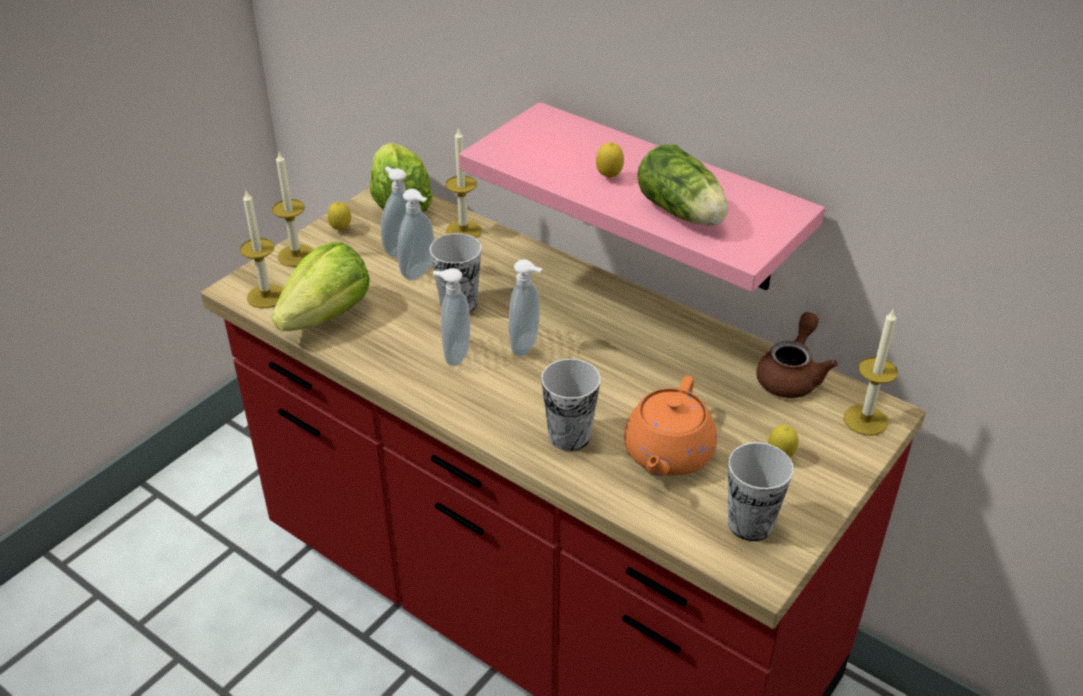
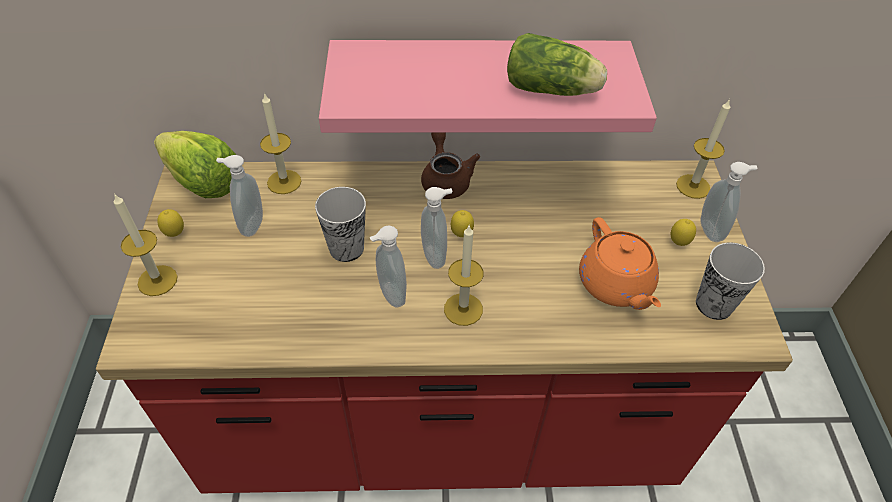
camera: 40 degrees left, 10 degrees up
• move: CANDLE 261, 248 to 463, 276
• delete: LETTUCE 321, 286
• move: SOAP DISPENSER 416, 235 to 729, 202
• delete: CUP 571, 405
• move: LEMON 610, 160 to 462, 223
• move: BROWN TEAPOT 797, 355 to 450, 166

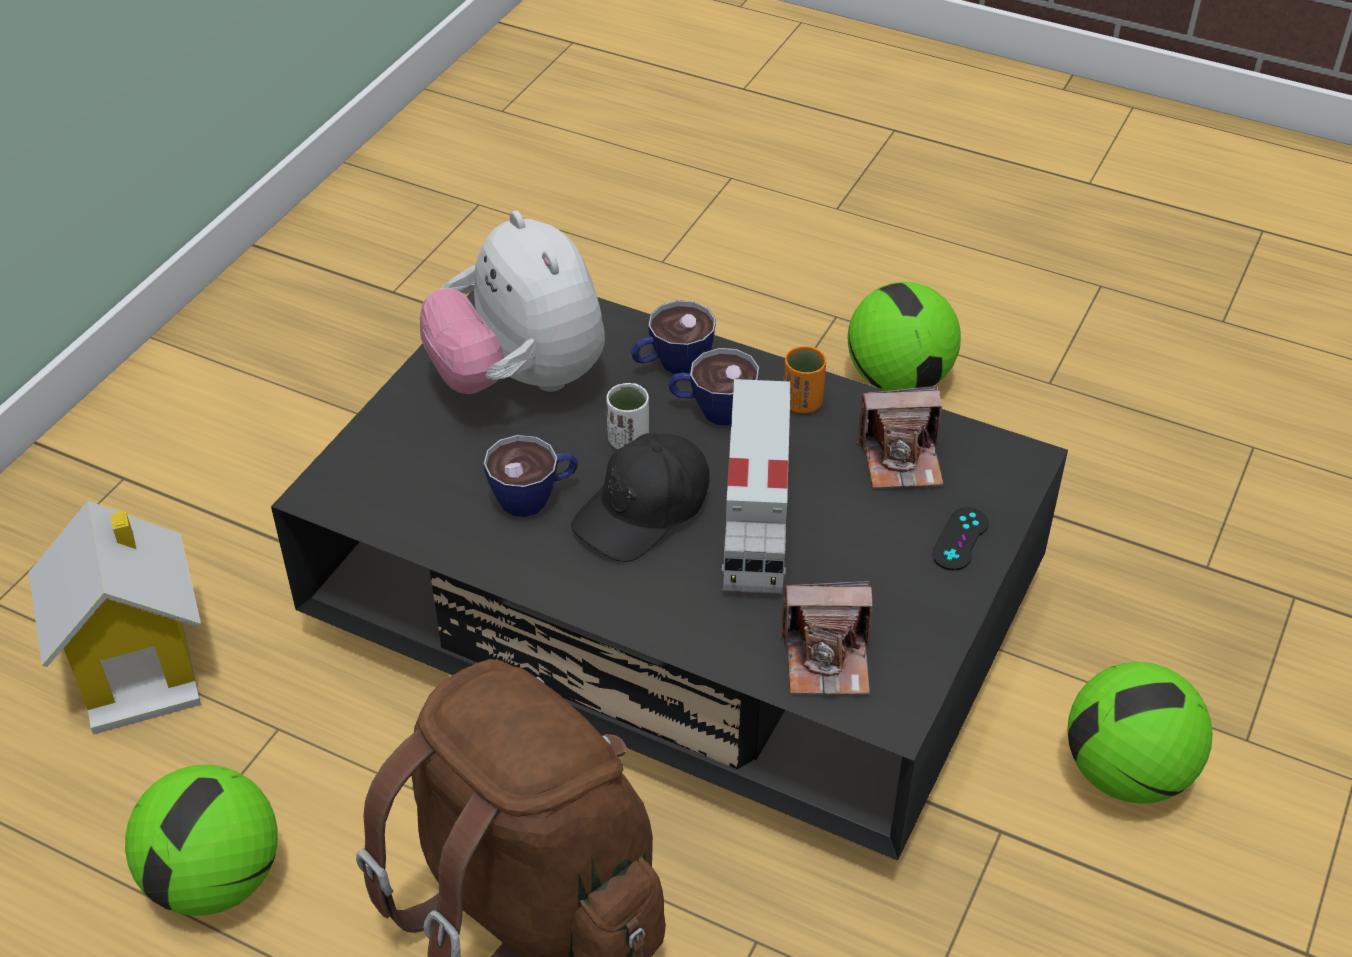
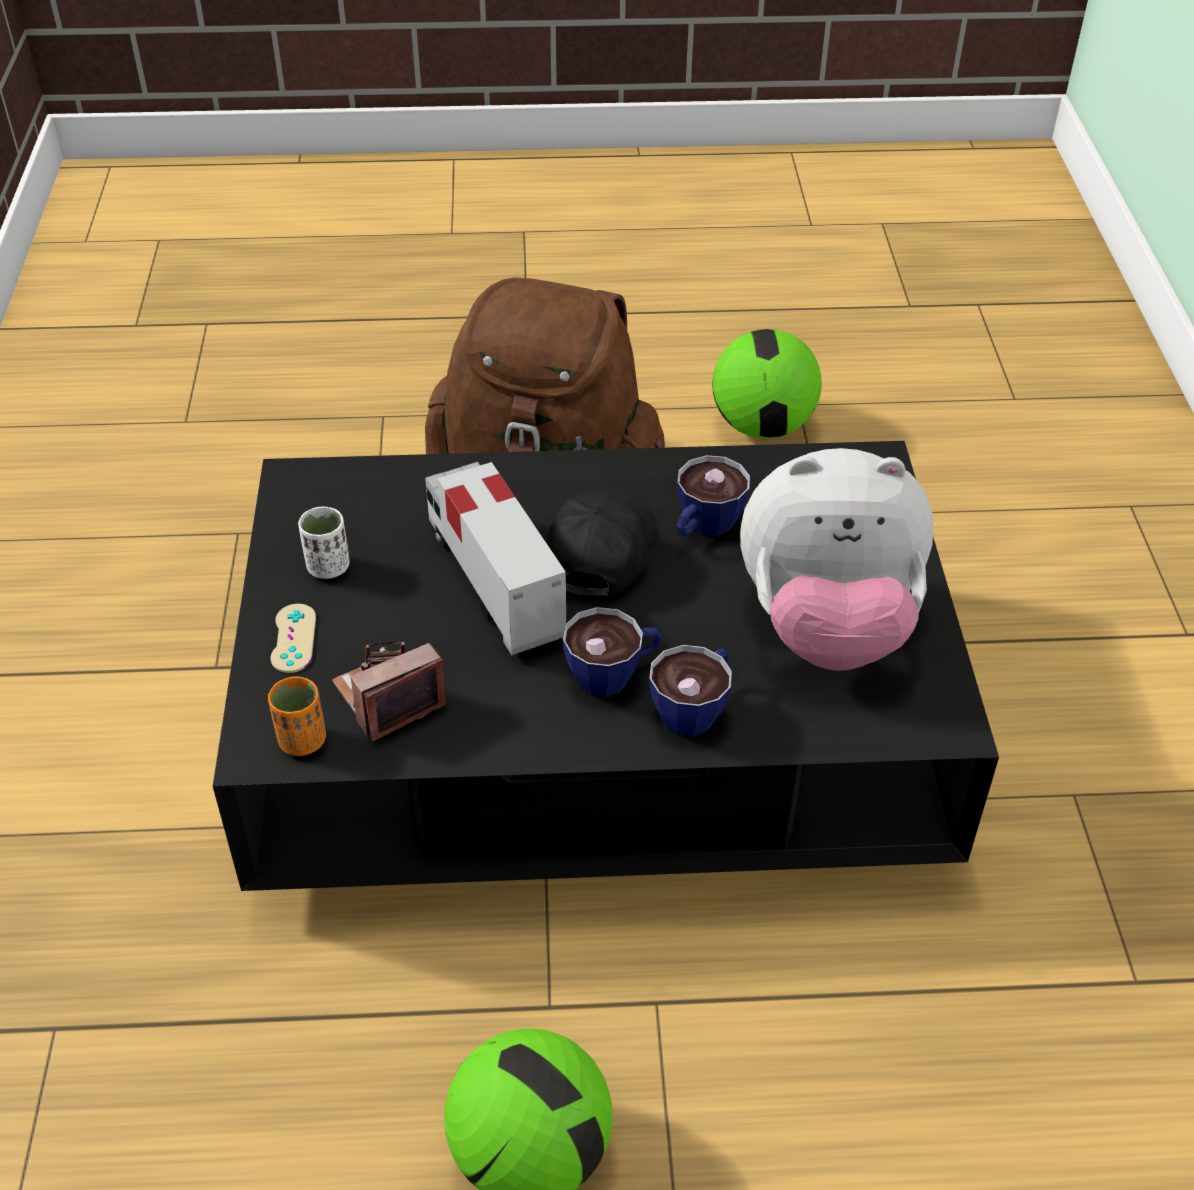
camera: 150 degrees right, 0 degrees up
• delete: TOY HOUSE 115, 618
• rotate: PLUSH TOY 512, 302 = 837, 559 150 degrees clockwise
• move: WHITE CUP 627, 416 to 324, 542
• delete: PHOTO CAMERA 825, 638
• move: ORANGE CUP 804, 379 to 297, 716
• recolor: BLACK GAME CONTROLLER 960, 539 to BEIGE GAME CONTROLLER 293, 638
• delete: FOOTBALL 1140, 733

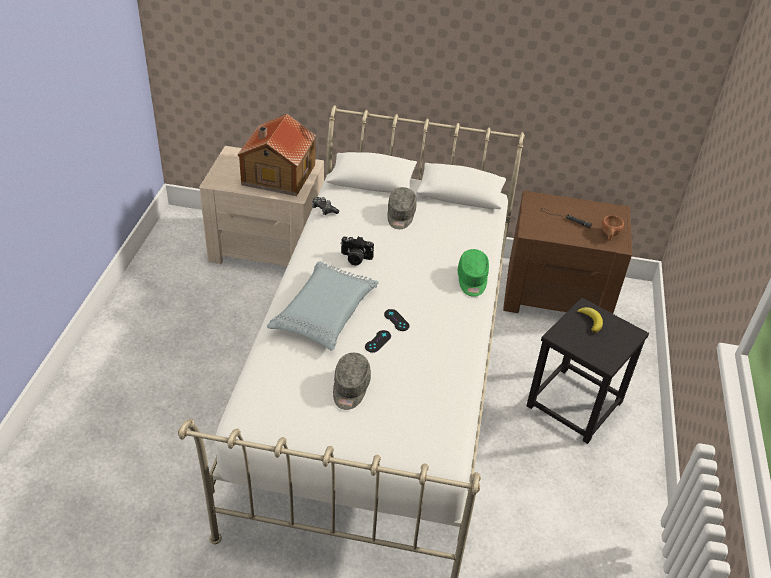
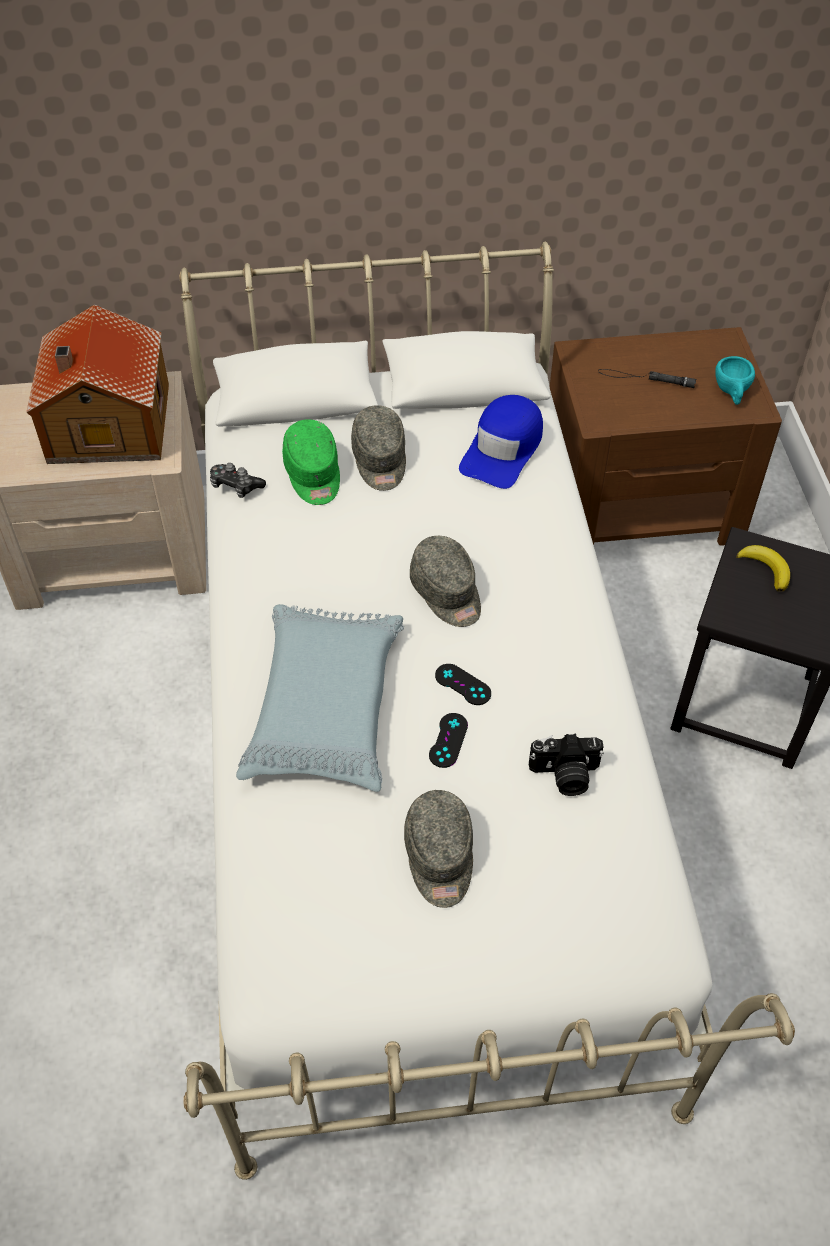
camera: 15 degrees left, 10 degrees up
• move: PHOTO CAMERA 357, 251 to 566, 765
• move: GREEN CAP 473, 273 to 311, 462
• recolor: BROWN CUP 613, 228 to TURQUOISE CUP 735, 380
• insert: GREY CAP 445, 581
• insert: BLUE CAP 501, 442

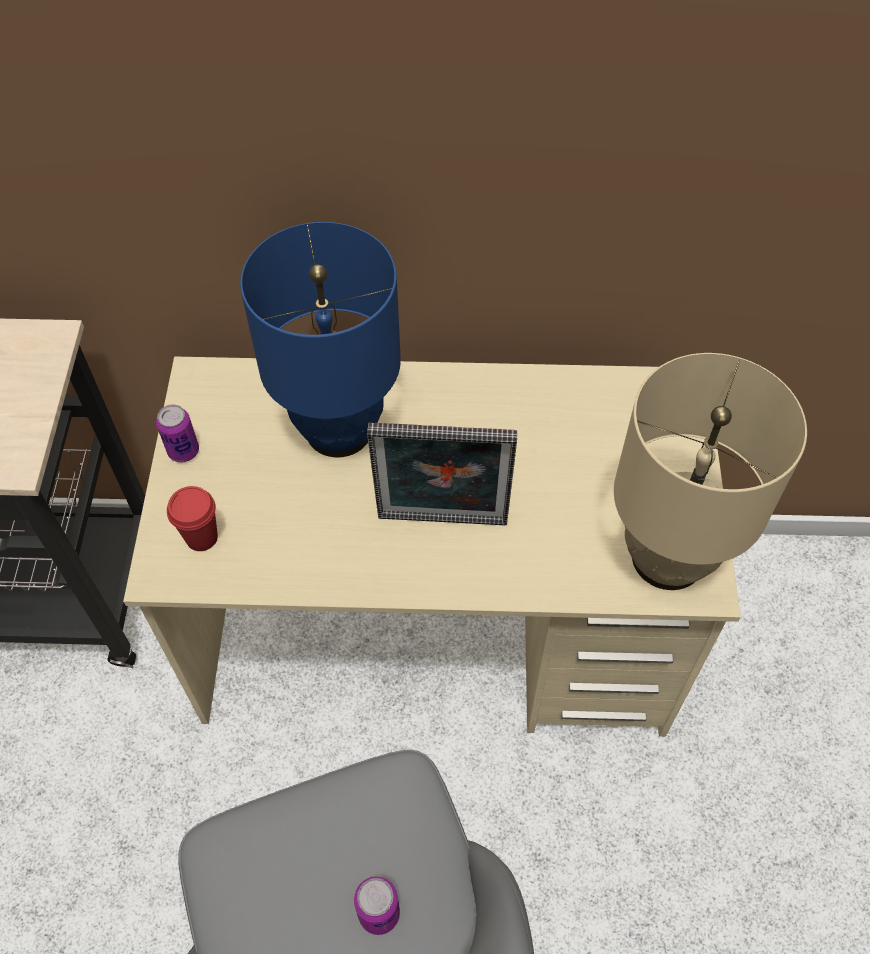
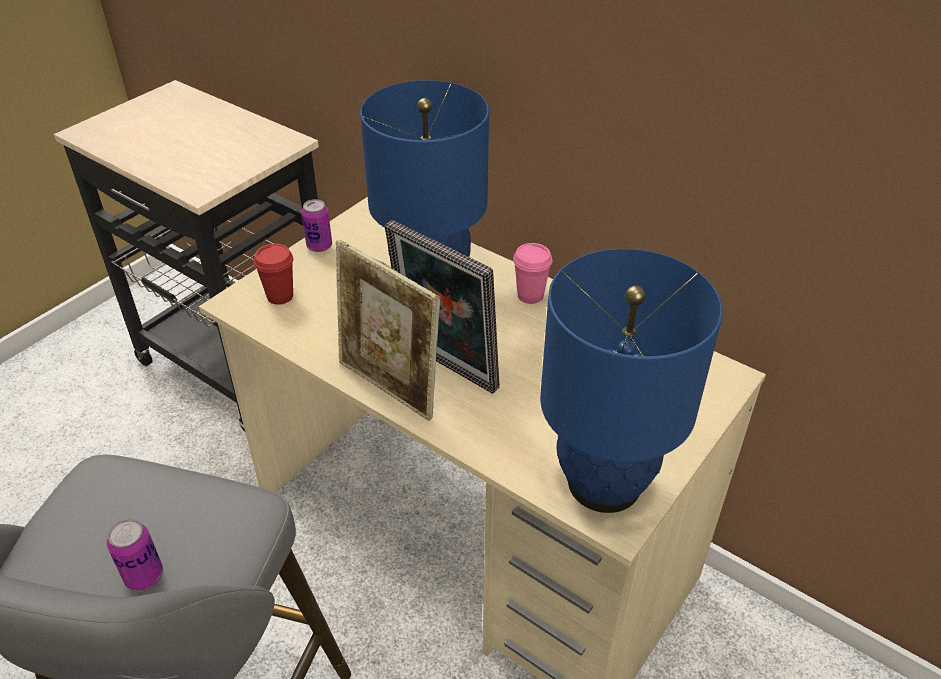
camera: 35 degrees right, 15 degrees down
• recolor: BEIGE TABLE LAMP 710, 471 to BLUE TABLE LAMP 631, 381
• insert: PICTURE FRAME 388, 330
• insert: PINK CUP 532, 273

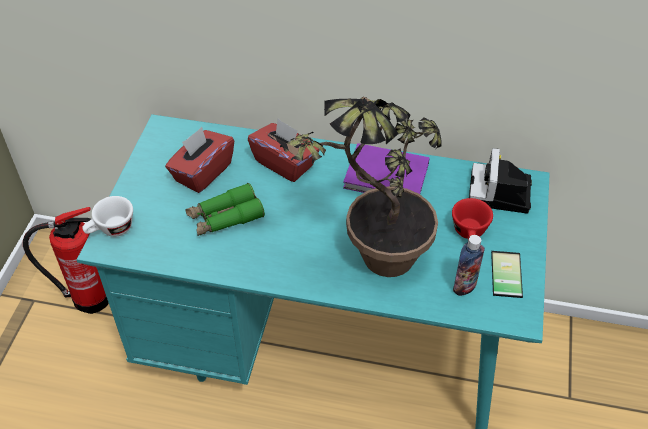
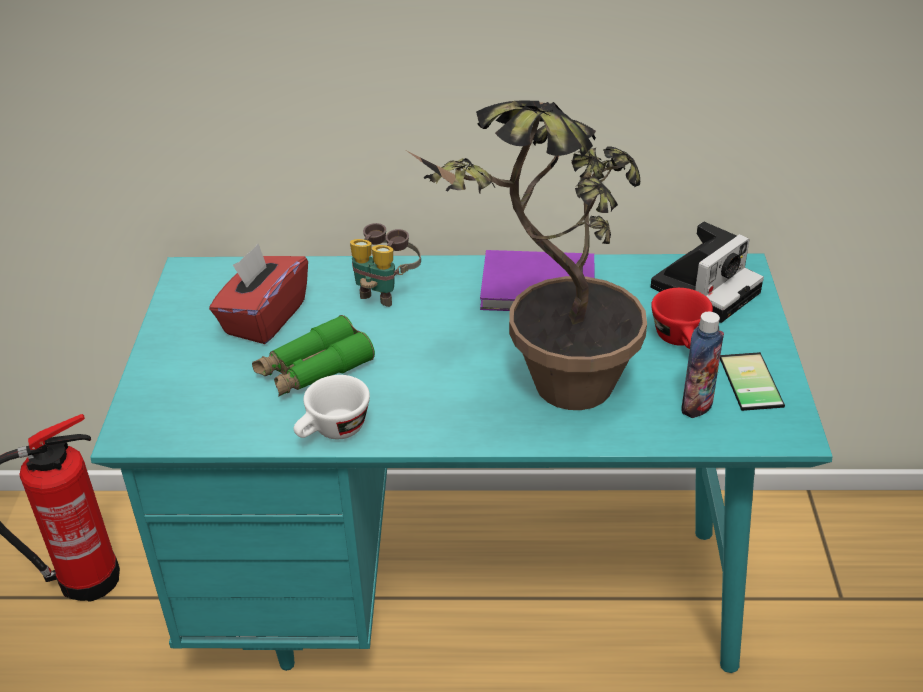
camera: 10 degrees left, 10 degrees down
• move: WHITE CUP 107, 216 to 332, 407
• replace: RED TISSUE BOX 283, 150 to BINOCULARS 385, 265
• rotate: PHOTO CAMERA 500, 181 = 707, 272 135 degrees counterclockwise

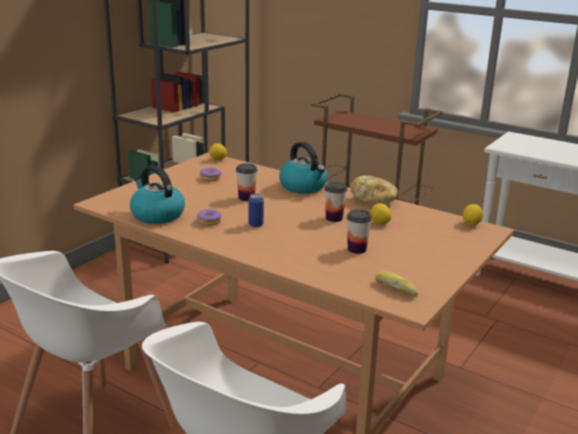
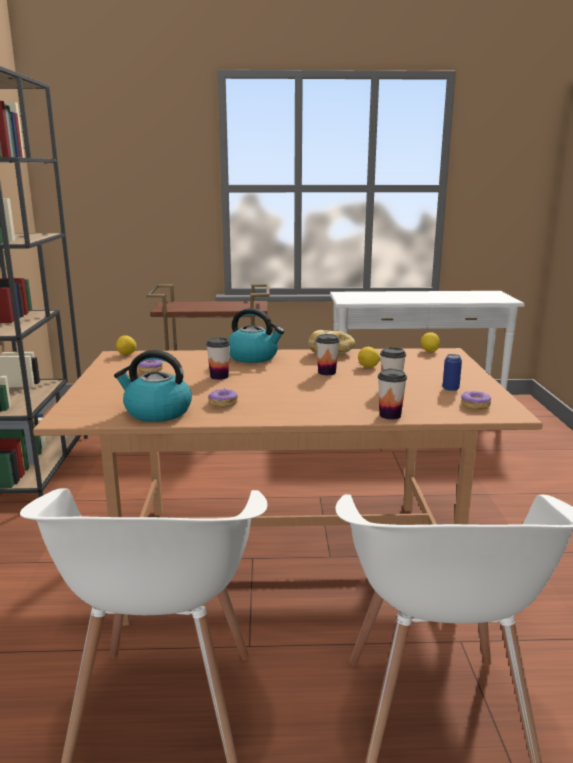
camera: 35 degrees left, 5 degrees down
• move: CAN 256, 210 to 452, 372
• replace: BREAD 396, 284 to DONUT 476, 400
• insert: CUP 392, 394

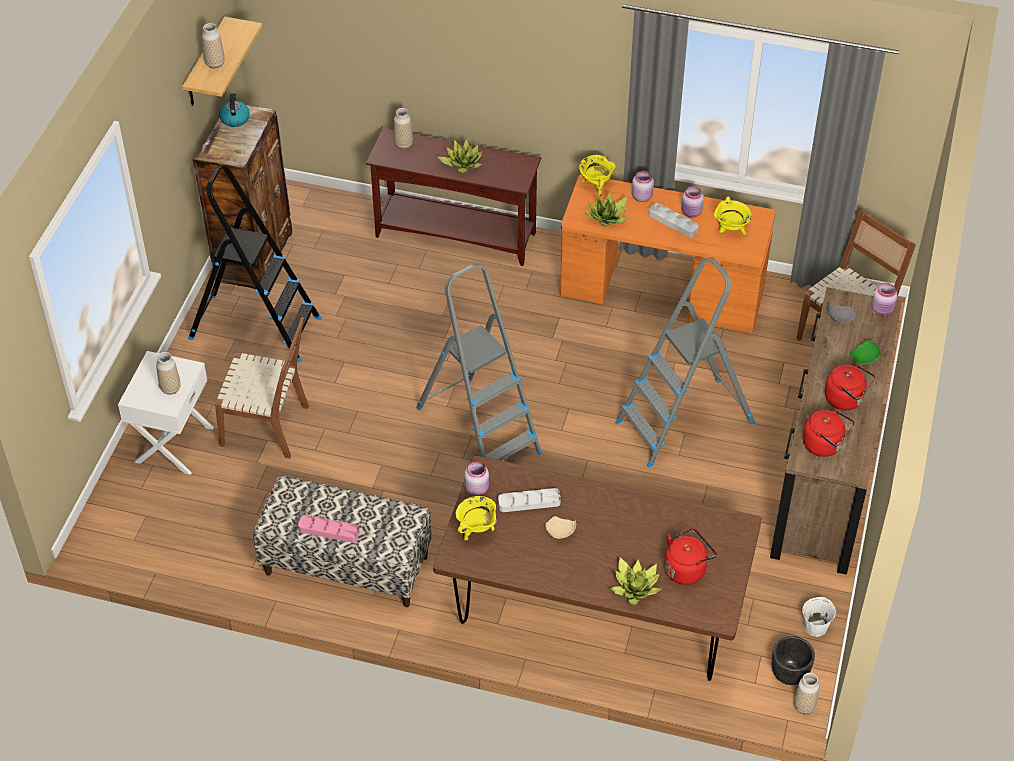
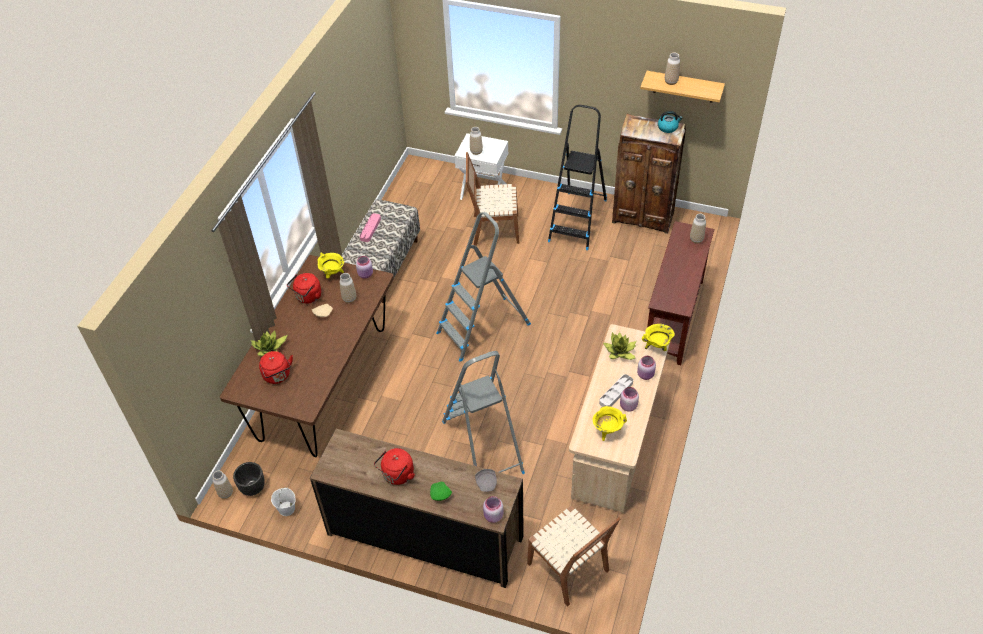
camera: 95 degrees right, 0 degrees up
• rotate: CHAIR 262, 387 = 492, 199 75 degrees clockwise
• delete: POTTED PLANT 460, 156
• replace: GREY TRAY 529, 500 to VASE 348, 288
• recolor: ORANGE DESK 668, 253 to BEIGE DESK 619, 418
• move: RED KETTLE 828, 433 to 304, 288

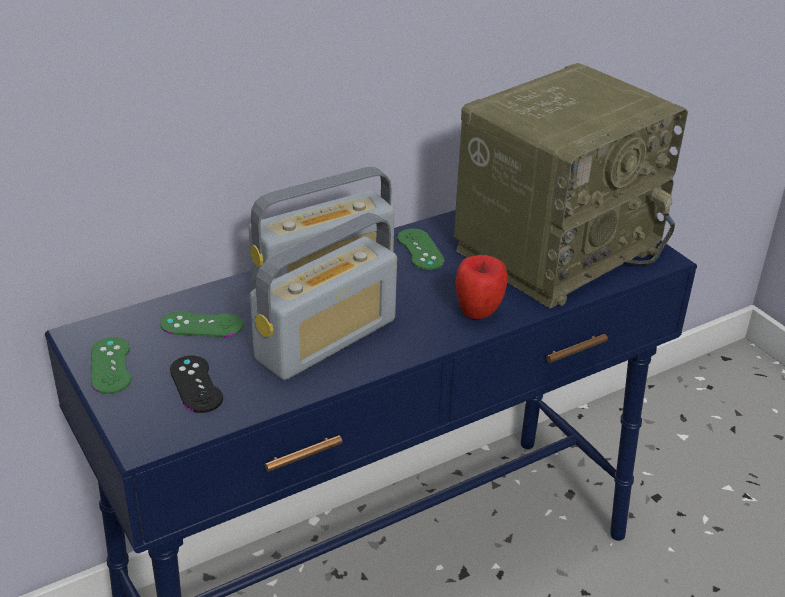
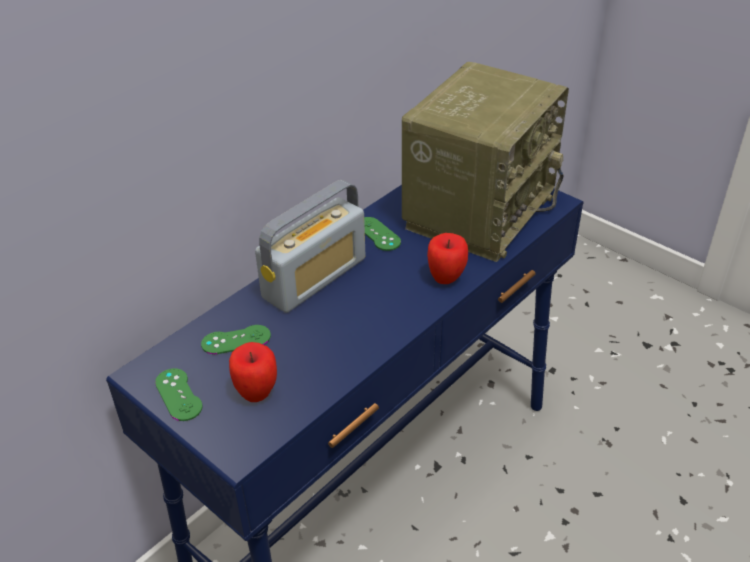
camera: 15 degrees left, 5 degrees up
• replace: BLACK GAME CONTROLLER 196, 384 to APPLE 253, 372
• delete: RADIO 323, 296

